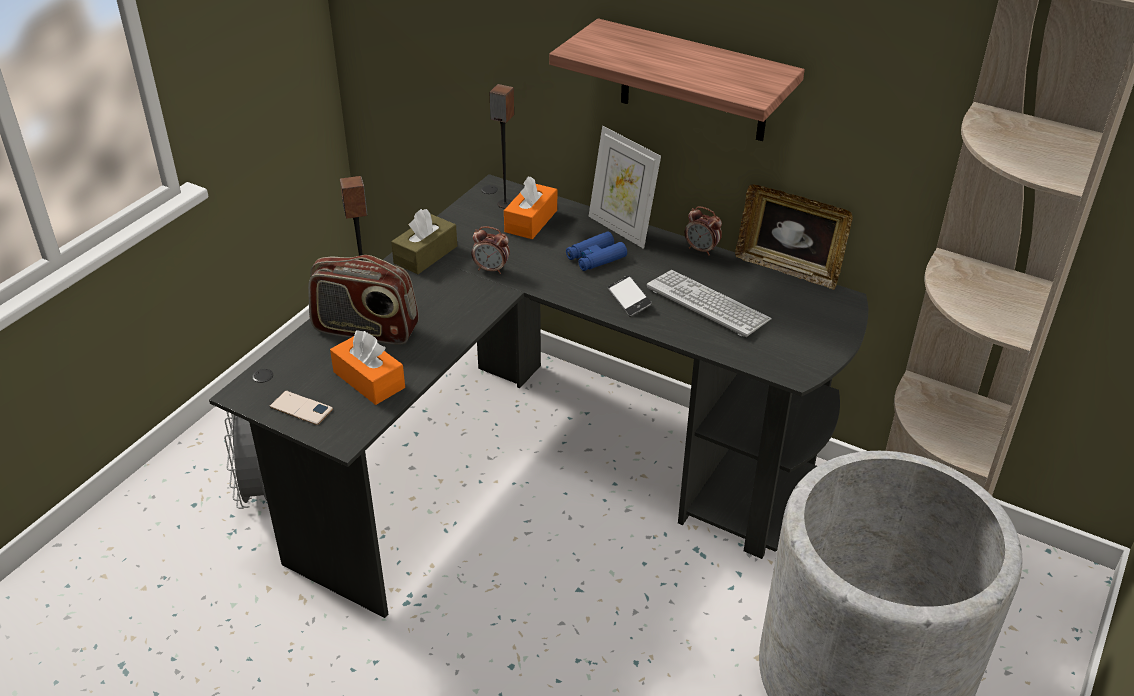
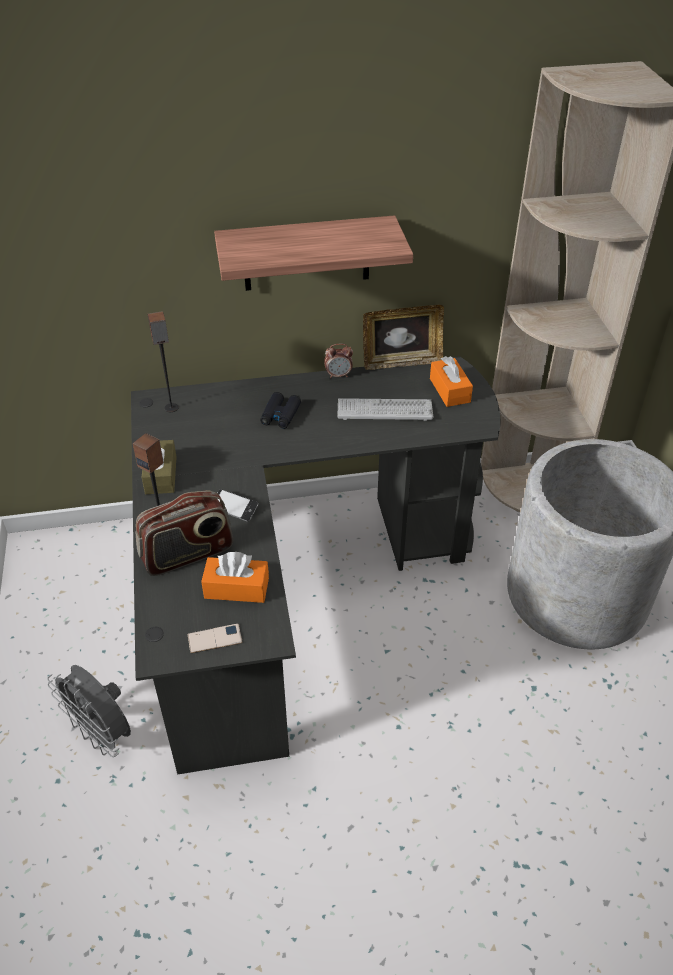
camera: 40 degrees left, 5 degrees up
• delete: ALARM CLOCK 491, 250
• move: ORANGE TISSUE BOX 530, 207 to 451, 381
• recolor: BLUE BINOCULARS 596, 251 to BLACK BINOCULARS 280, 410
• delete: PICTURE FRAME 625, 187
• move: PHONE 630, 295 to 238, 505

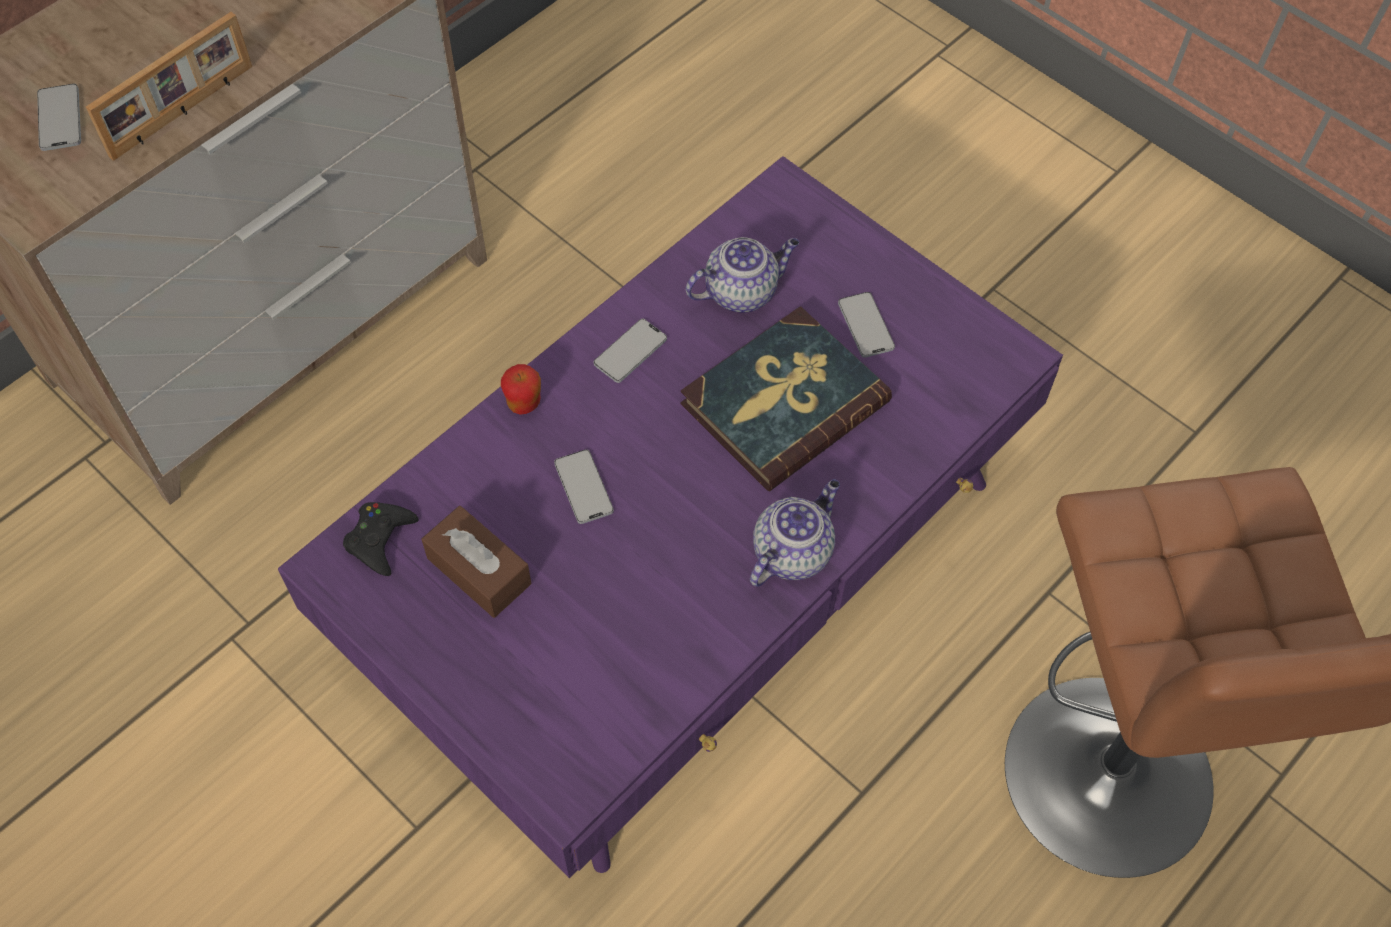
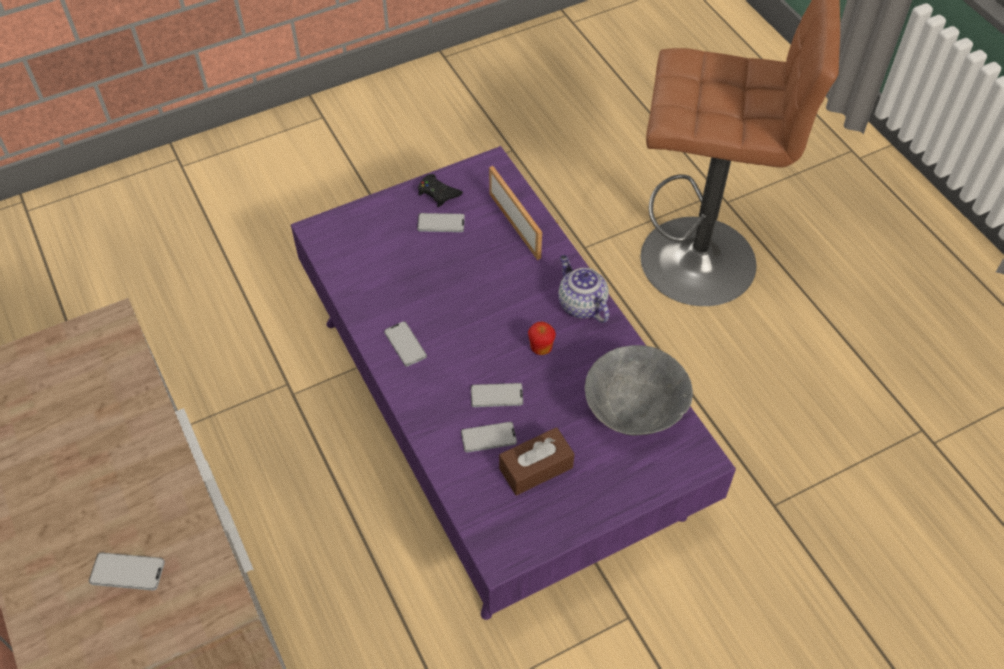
camera: 70 degrees left, 5 degrees down
• move: PICTURE FRAME 169, 86 to 515, 213
• move: BLACK GAME CONTROLLER 381, 539 to 440, 190
• move: APPLE 521, 389 to 542, 338
• delete: BOOK 786, 399
• delete: TEAPOT 742, 274
• insert: PHONE 489, 437
• insert: GREY BOWL 639, 390

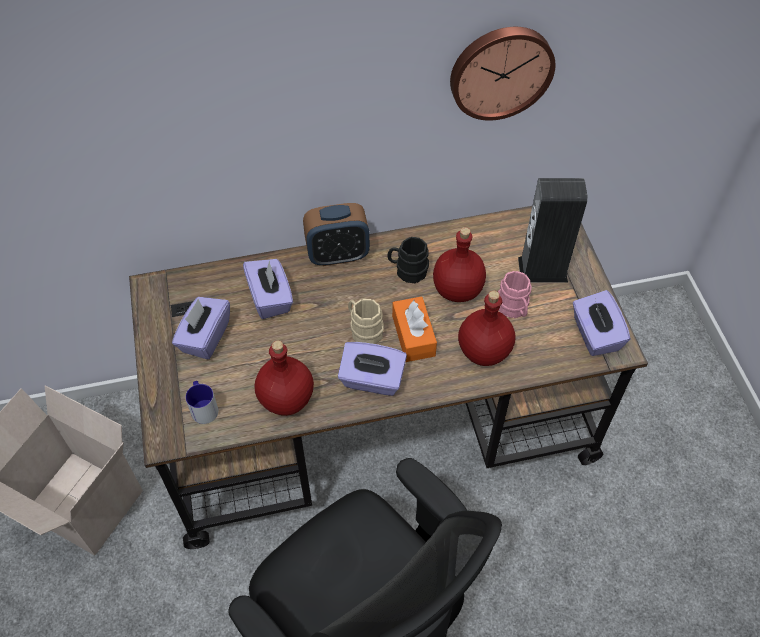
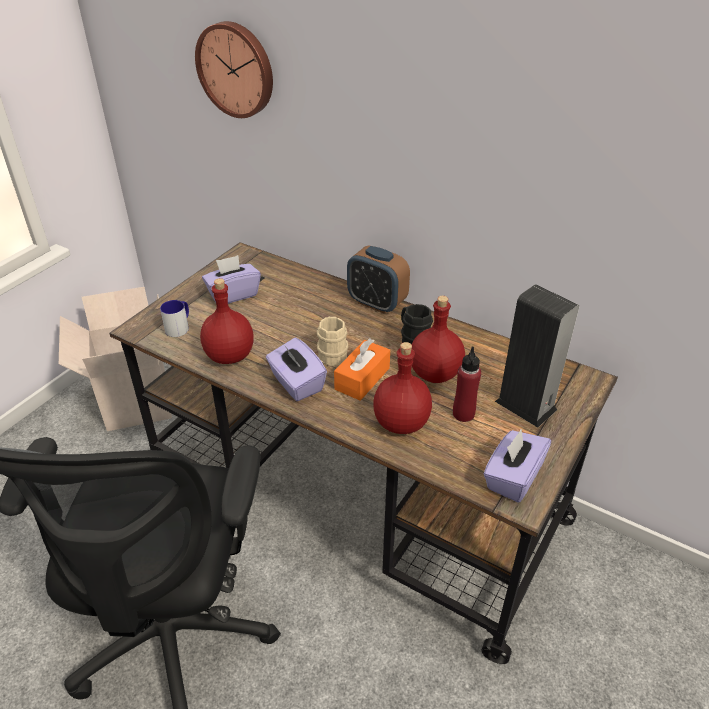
camera: 45 degrees right, 15 degrees down
• delete: PURPLE TISSUE BOX 268, 289
• move: WALL CLOCK 502, 74 to 234, 69
• replace: PINK MUG 515, 294 to RED BOTTLE 467, 384

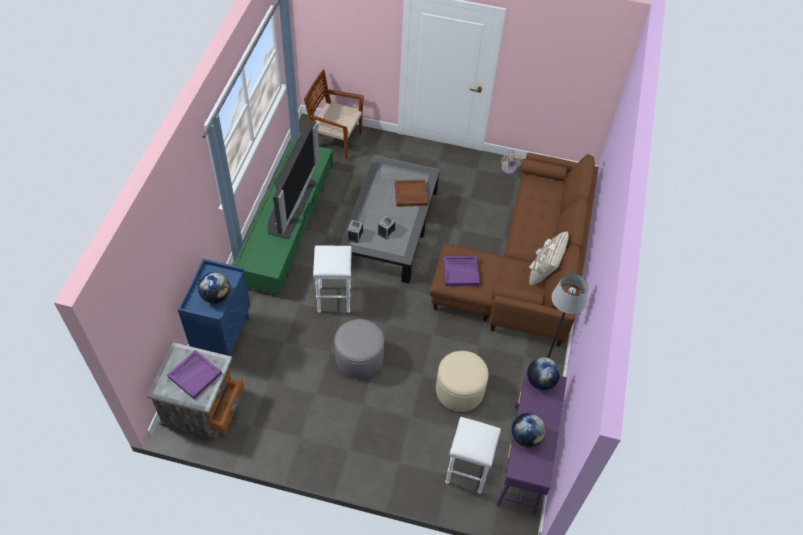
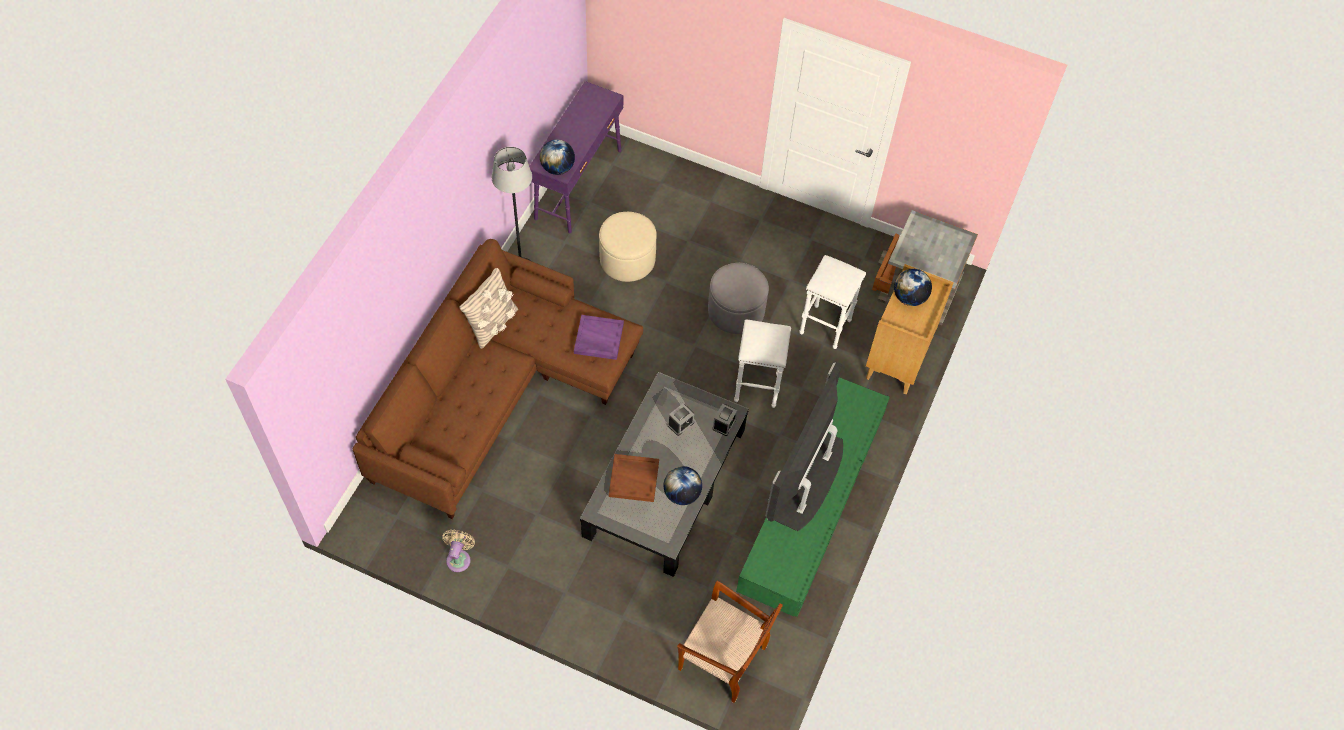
camera: 170 degrees left, 5 degrees up
• delete: PURPLE TRAY 194, 374
• recolor: BLUE CABINET 214, 307 to BROWN CABINET 910, 329
• move: WHITE STOOL 473, 455 to 832, 302
• move: GLOBE 529, 430 to 683, 485

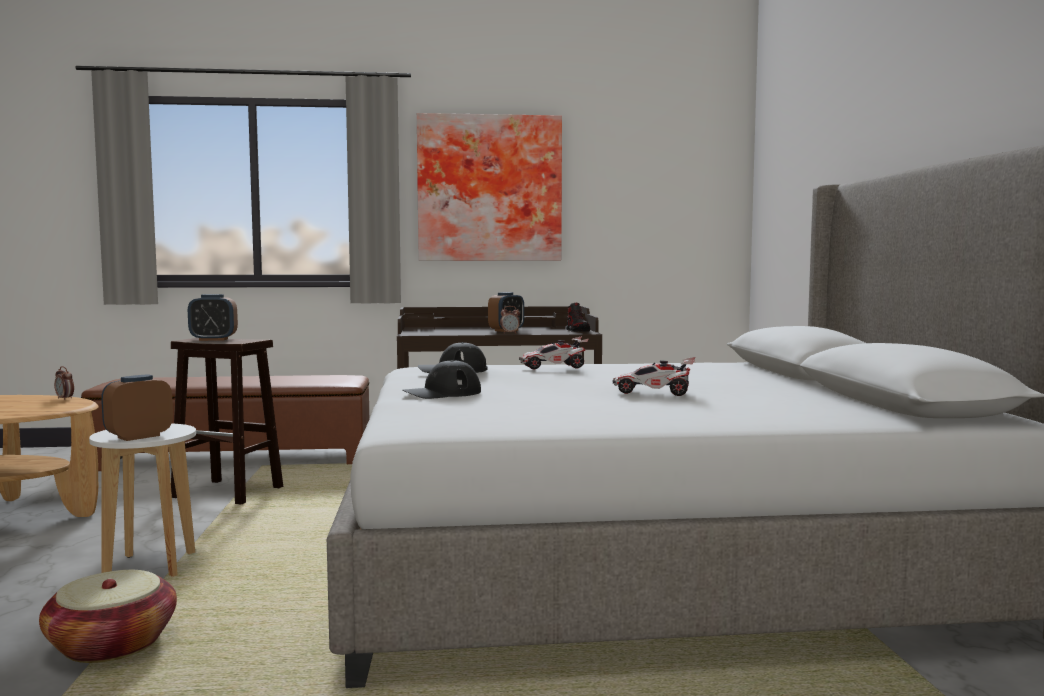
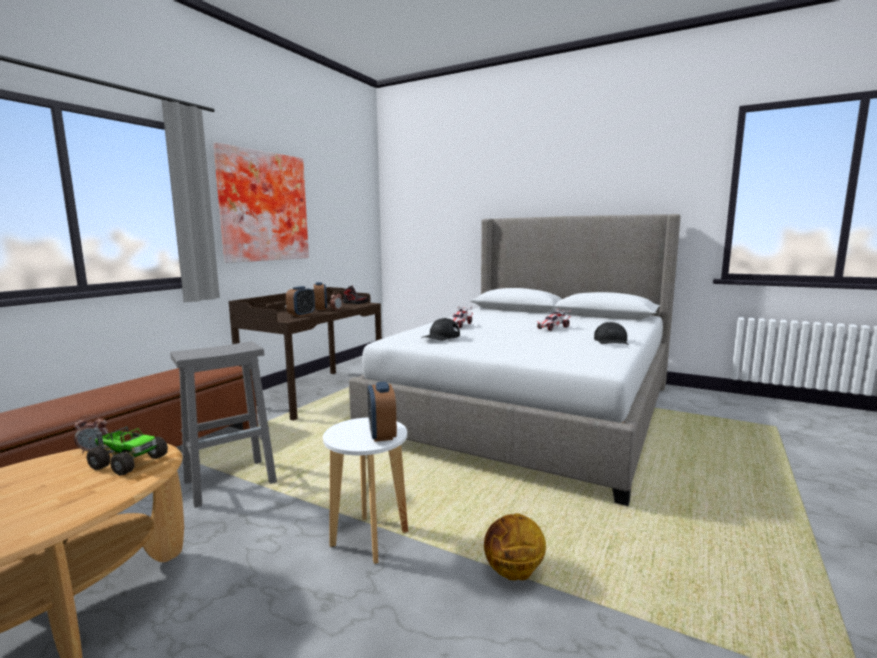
camera: 55 degrees left, 5 degrees up
• replace: BASKET 108, 616 to BASKETBALL 515, 546
• recolor: BROWN STOOL 227, 421 to GREY STOOL 223, 424
• move: ALARM CLOCK 213, 317 to 300, 301
• move: BLACK CAP 441, 379 to 611, 333
• insert: TOY TRUCK 127, 451

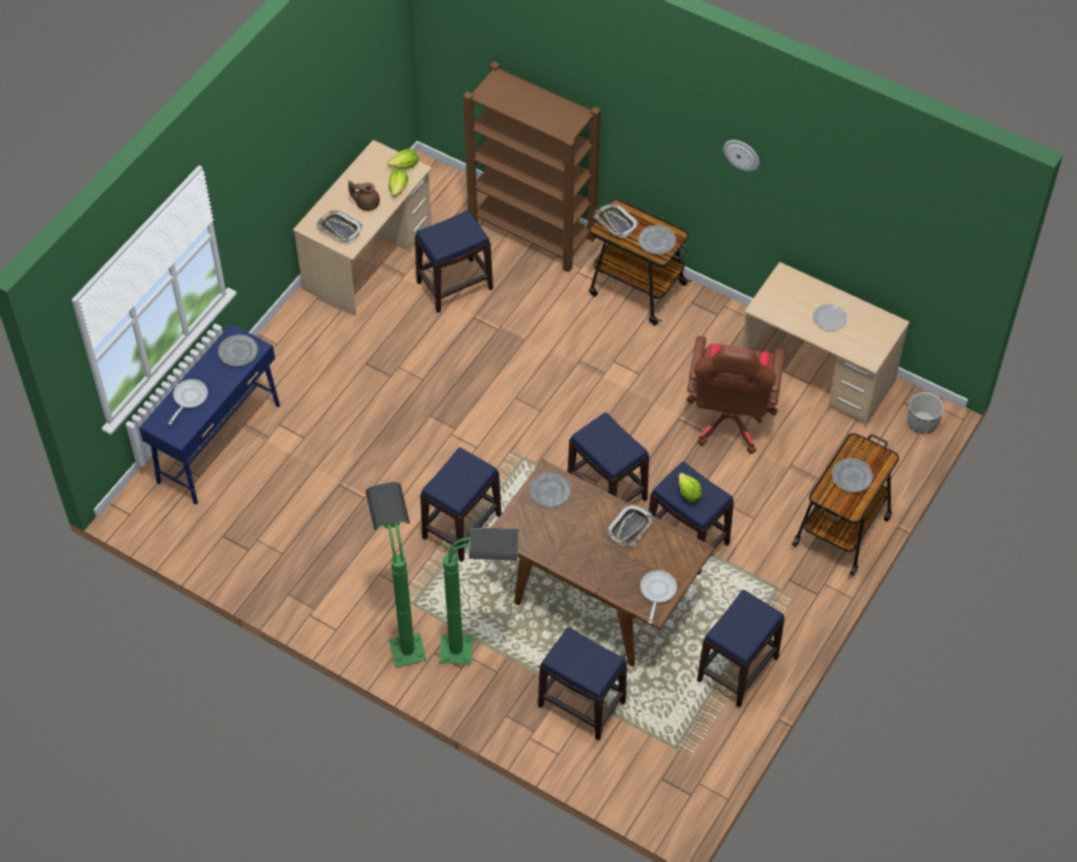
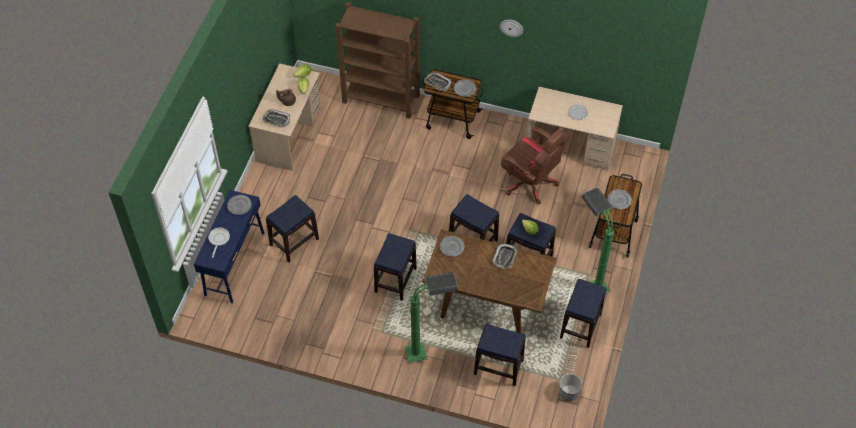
camera: 15 degrees left, 0 degrees up
• move: GREEN FLOOR LAMP 396, 574 to 597, 240
• move: STOOL 454, 261 to 292, 229
• delete: FRYING PAN 658, 597
• rotate: BROWN OFFICE CHAIR 736, 395 = 535, 165 45 degrees counterclockwise
• move: PLANTER 925, 413 to 570, 387

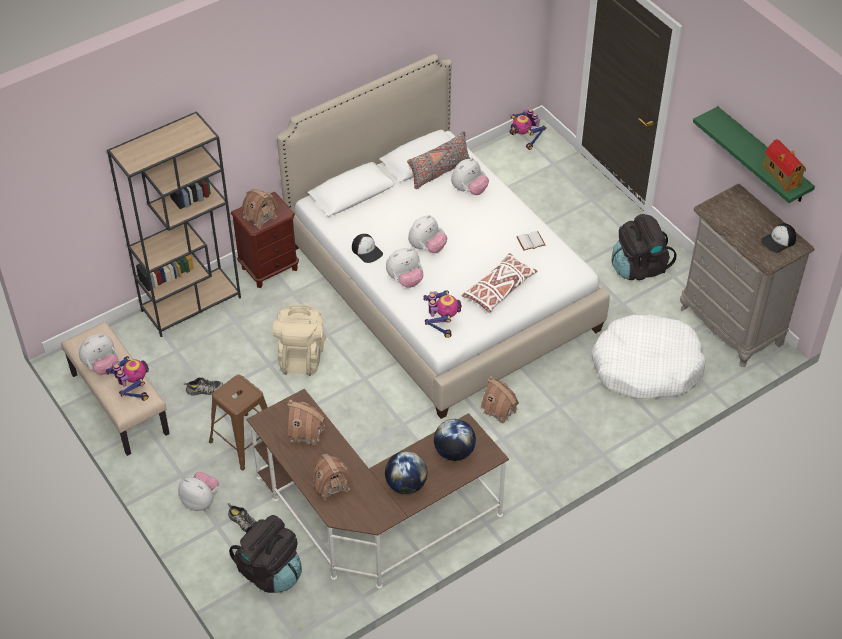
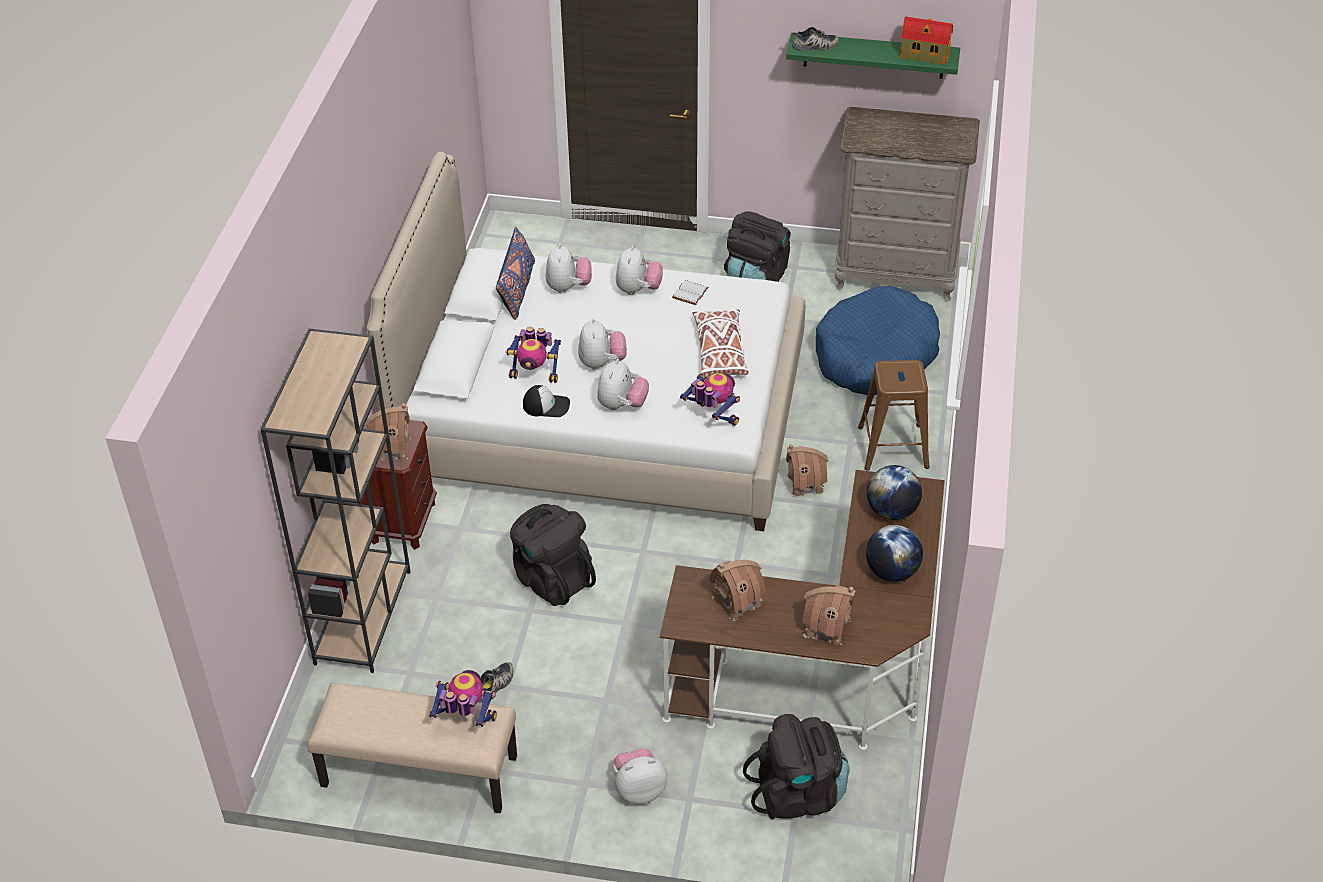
camera: 45 degrees left, 5 degrees down
• move: PLUSH TOY 98, 354 to 639, 270
• move: BROWN STOOL 238, 422 to 894, 415
• move: SHOE 242, 517 to 815, 39
• recolor: BEIGE BACKPACK 299, 340 to BLACK BACKPACK 553, 555
• recolor: GREY PILLOW 439, 160 to BLUE PILLOW 515, 273
• move: TOY ROBOT 528, 129 to 533, 355
• recolor: WHITE DOG BED 648, 356 to BLUE DOG BED 878, 340
• delete: CAP 778, 238

